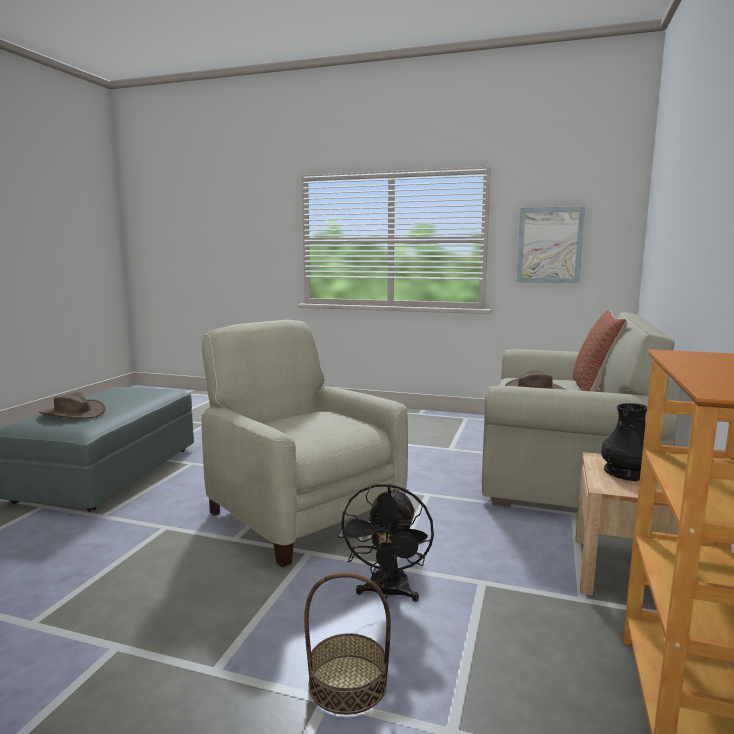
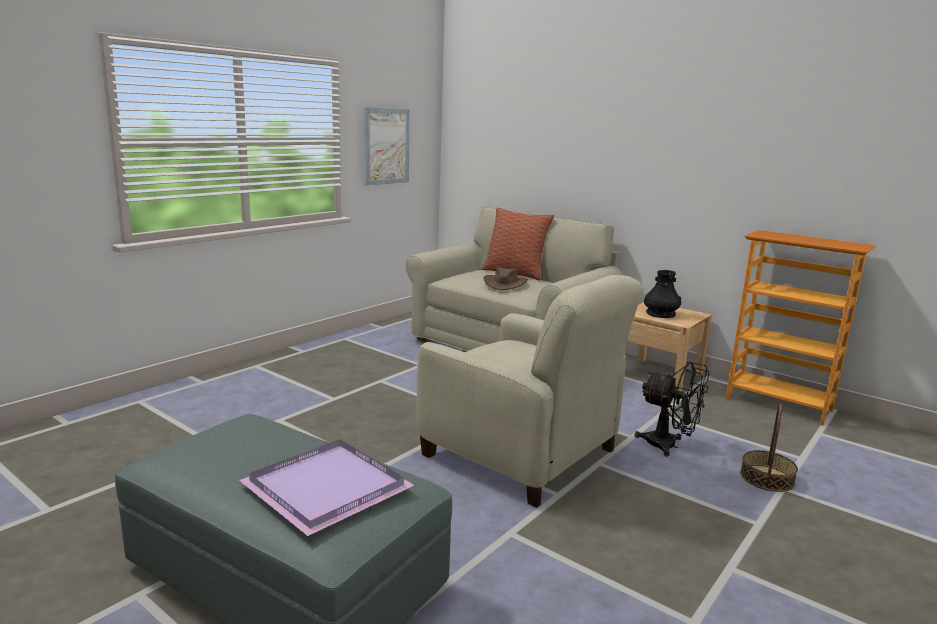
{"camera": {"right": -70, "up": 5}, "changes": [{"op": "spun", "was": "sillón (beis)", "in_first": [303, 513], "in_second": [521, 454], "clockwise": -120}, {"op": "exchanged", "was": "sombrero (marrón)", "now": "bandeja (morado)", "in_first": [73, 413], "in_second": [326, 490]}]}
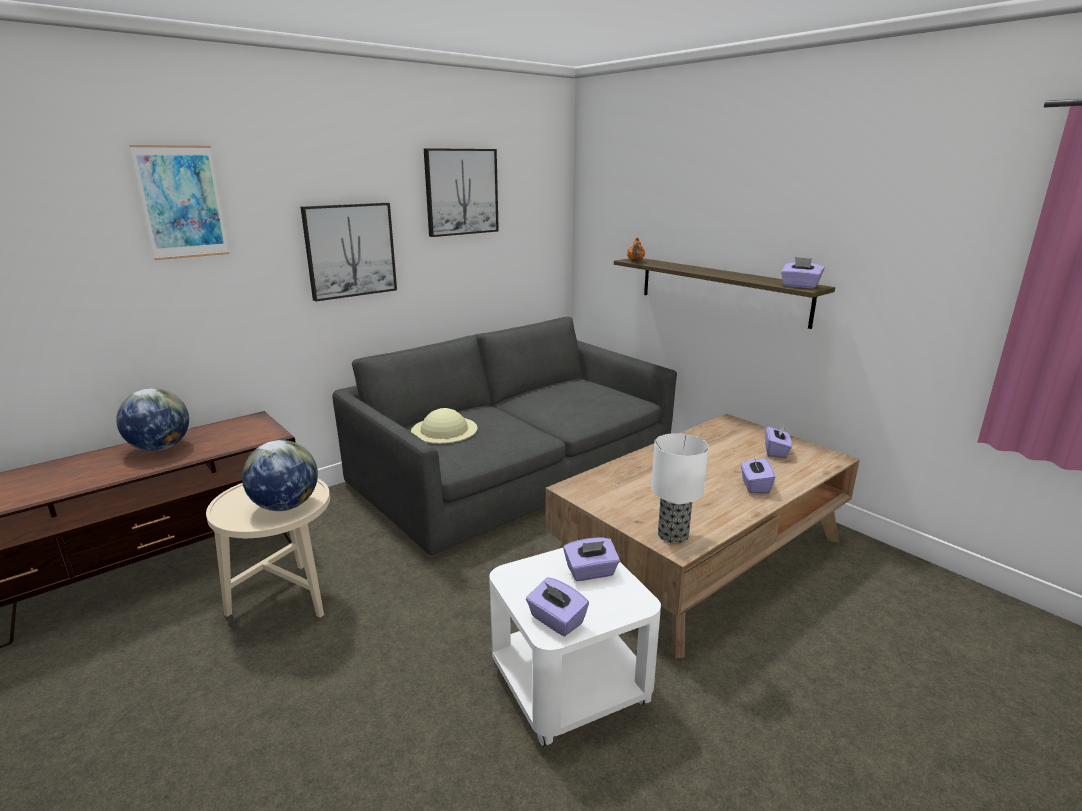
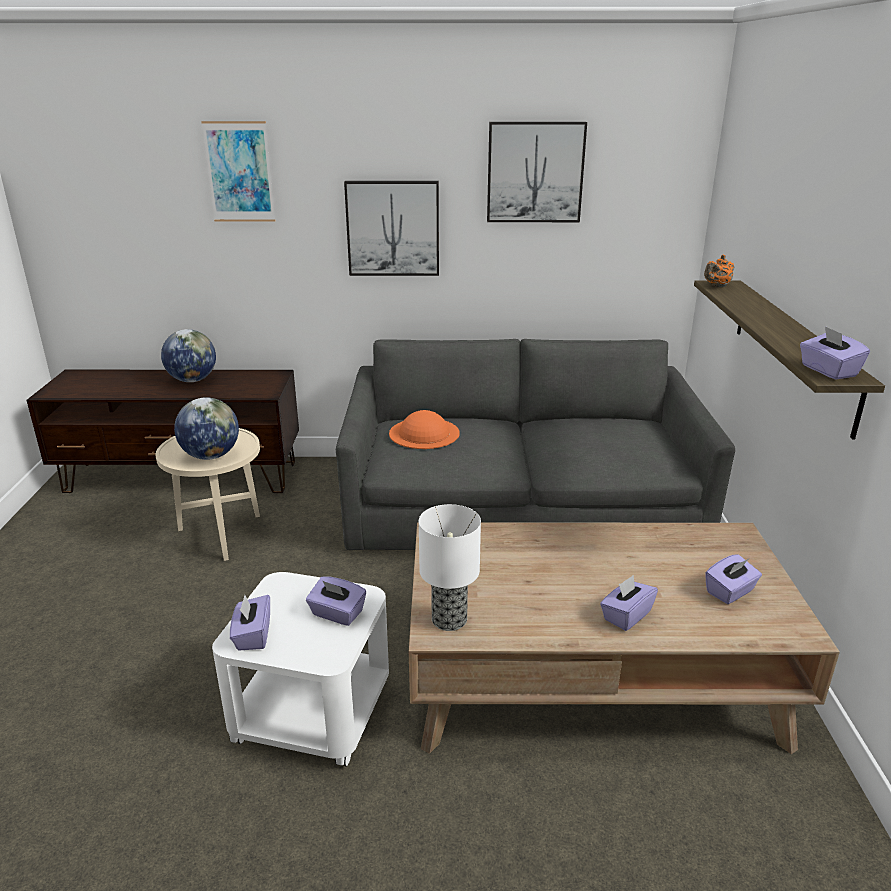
{"camera": {"right": 40, "up": 5}, "changes": [{"op": "colour", "was": "sombrero (beis)", "now": "sombrero (naranja)", "in_first": [444, 429], "in_second": [424, 433]}]}
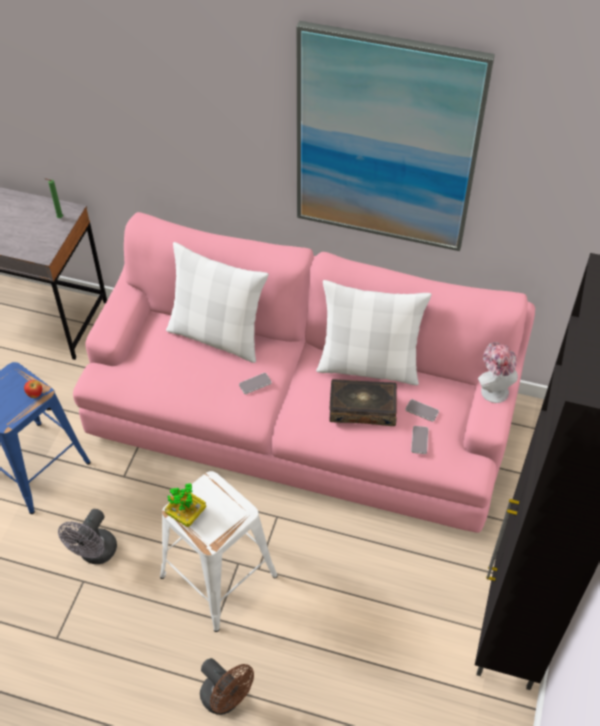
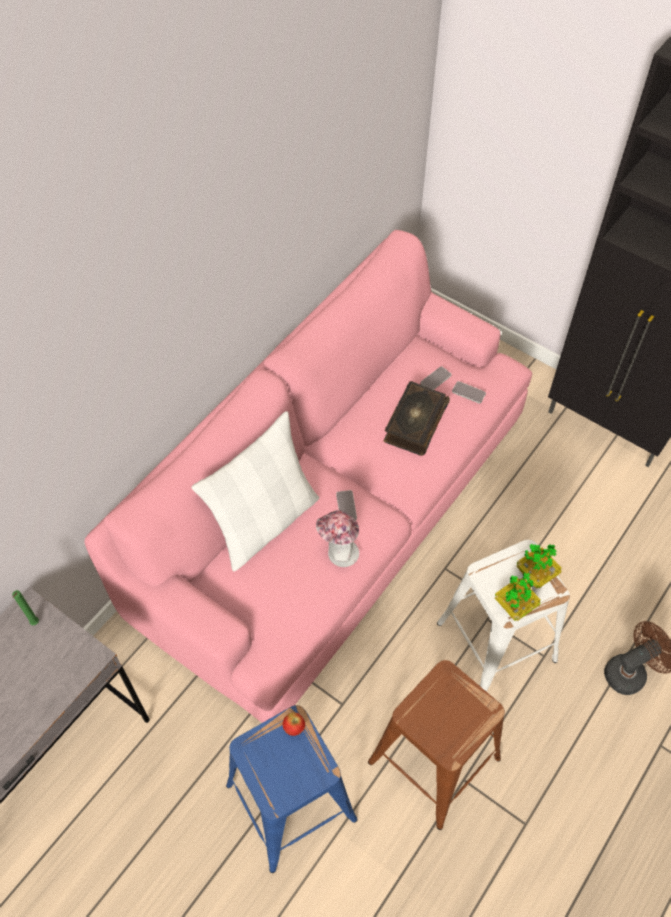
{"camera": {"right": -70, "up": 5}, "changes": [{"op": "missing", "was": "cuadro", "in_first": [386, 141]}, {"op": "missing", "was": "cojín (blanco)", "in_first": [368, 366]}, {"op": "relocated", "was": "sombrero", "in_first": [493, 388], "in_second": [339, 553]}, {"op": "exchanged", "was": "ventilador (gris)", "now": "taburete (marrón)", "in_first": [95, 554], "in_second": [433, 759]}, {"op": "appeared", "now": "planta en maceta", "in_second": [536, 573]}]}
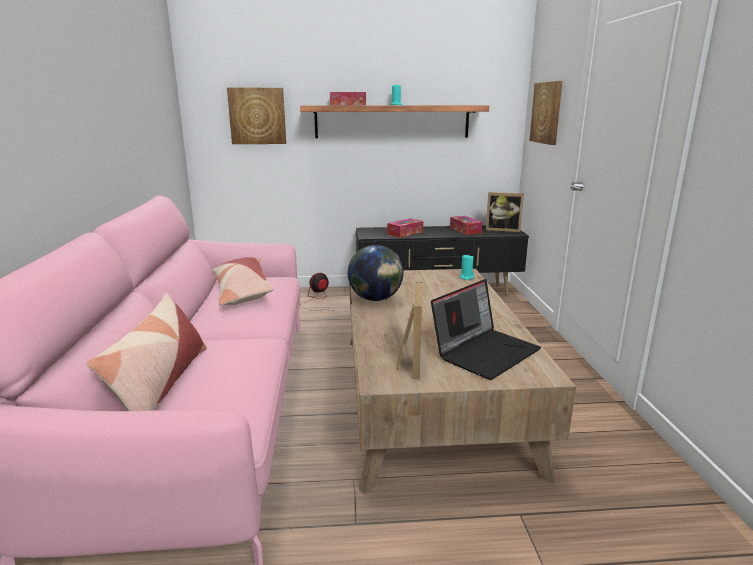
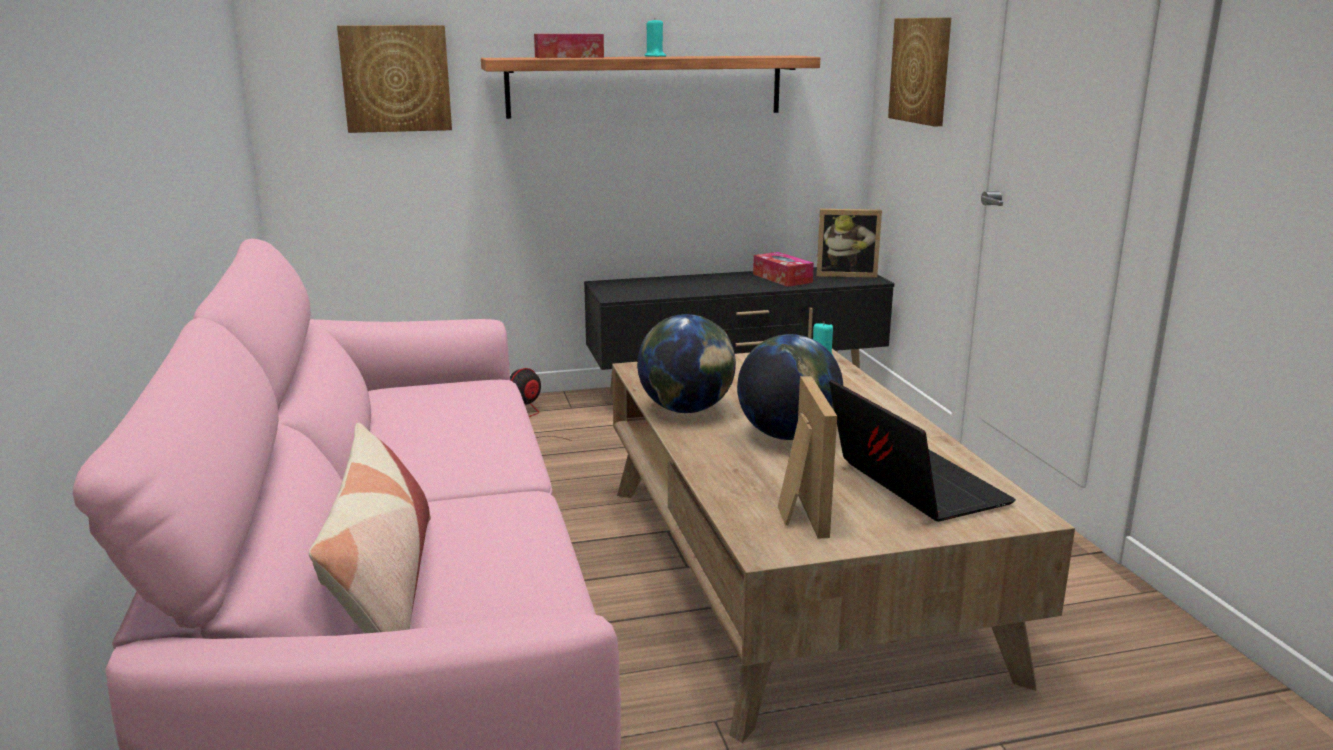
{"camera": {"right": -10, "up": 0}, "changes": [{"op": "missing", "was": "caja de pañuelos", "in_first": [405, 233]}, {"op": "missing", "was": "cojín", "in_first": [242, 291]}, {"op": "spun", "was": "portátil", "in_first": [485, 351], "in_second": [912, 485], "clockwise": -60}, {"op": "appeared", "now": "globo terráqueo", "in_second": [788, 436]}]}
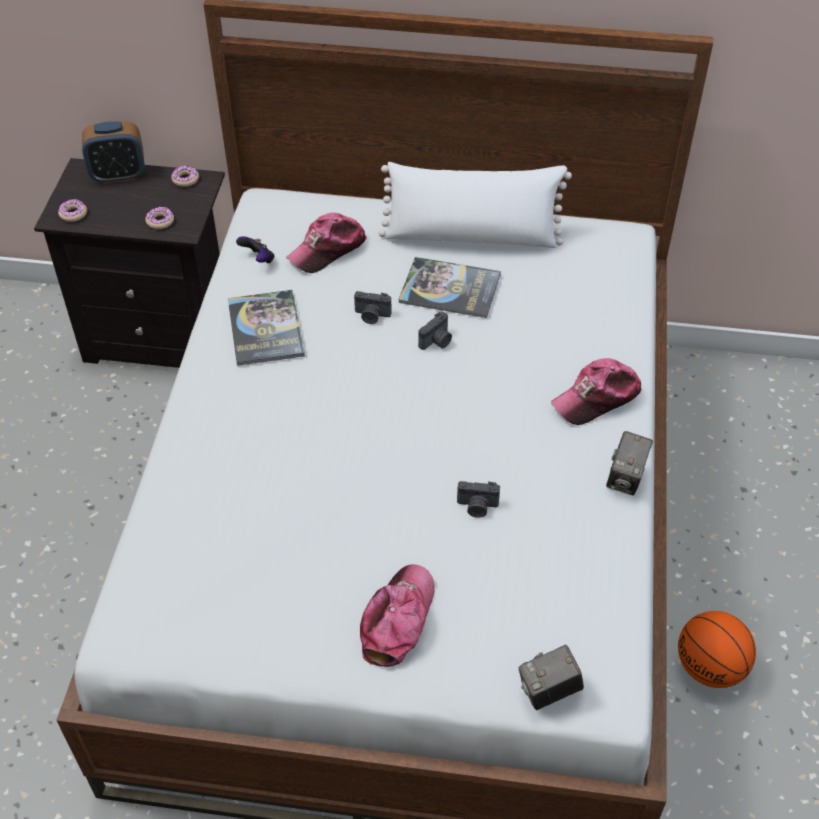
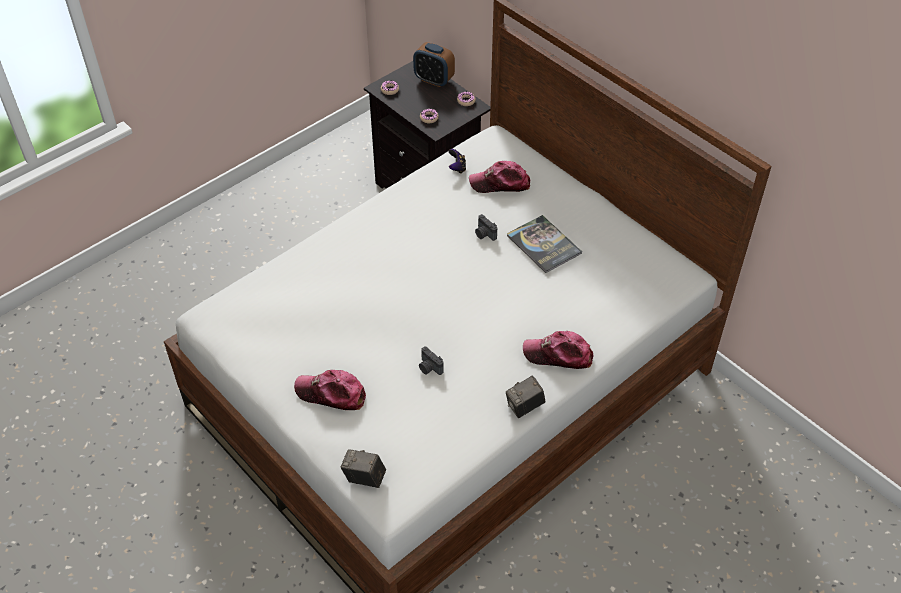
{"camera": {"right": 40, "up": 0}, "changes": [{"op": "missing", "was": "cojín (blanco)", "in_first": [471, 236]}, {"op": "missing", "was": "libro", "in_first": [265, 328]}, {"op": "missing", "was": "cámara", "in_first": [437, 341]}, {"op": "spun", "was": "gorra", "in_first": [397, 619], "in_second": [331, 394], "clockwise": -135}, {"op": "missing", "was": "balón de baloncesto", "in_first": [710, 668]}]}
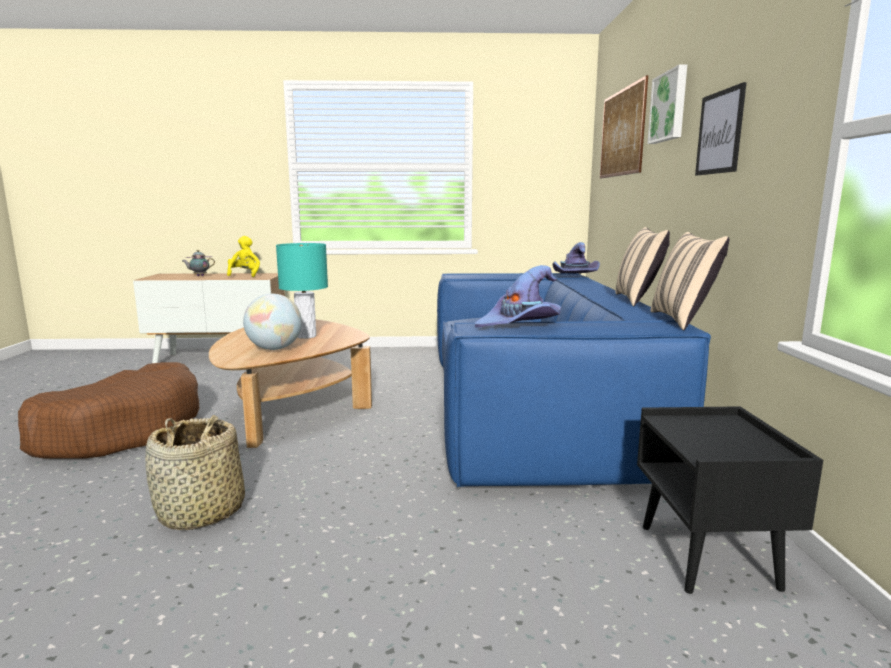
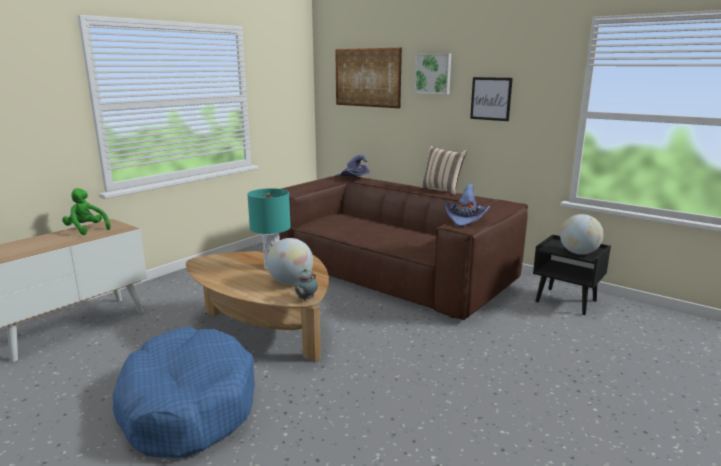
{"camera": {"right": -50, "up": 5}, "changes": [{"op": "missing", "was": "cojín (beis)", "in_first": [683, 320]}, {"op": "colour", "was": "peluche (amarillo)", "now": "peluche (verde)", "in_first": [245, 275], "in_second": [86, 230]}, {"op": "relocated", "was": "tetera", "in_first": [199, 276], "in_second": [305, 299]}, {"op": "colour", "was": "sofá (azul)", "now": "sofá (marrón)", "in_first": [531, 410], "in_second": [391, 272]}, {"op": "colour", "was": "cama para perro (marrón)", "now": "cama para perro (azul)", "in_first": [121, 429], "in_second": [187, 405]}, {"op": "missing", "was": "cesta", "in_first": [201, 512]}, {"op": "appeared", "now": "globo terráqueo", "in_second": [578, 253]}]}
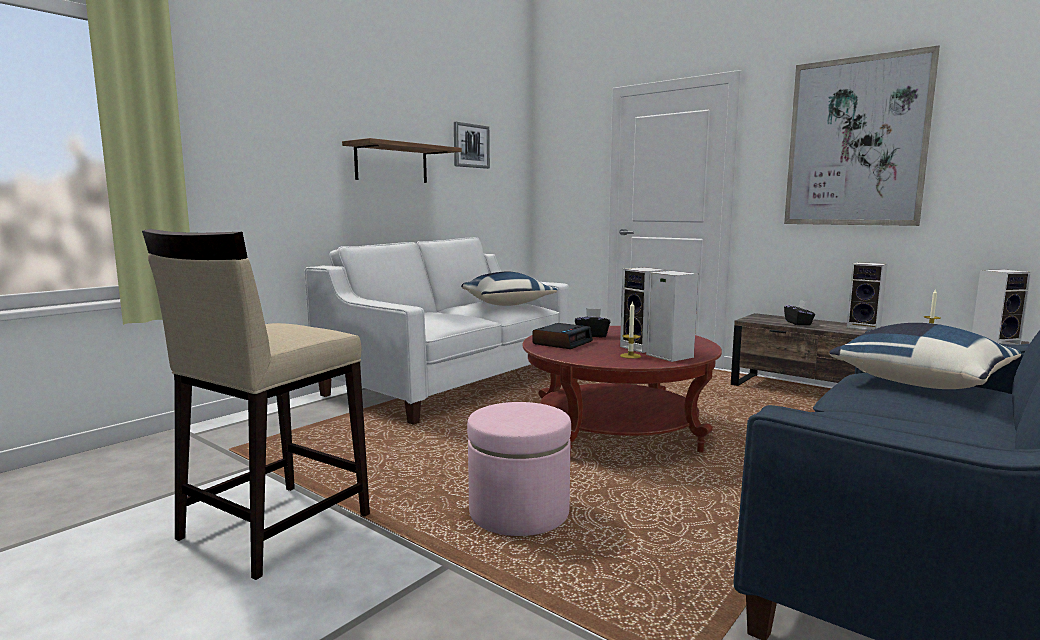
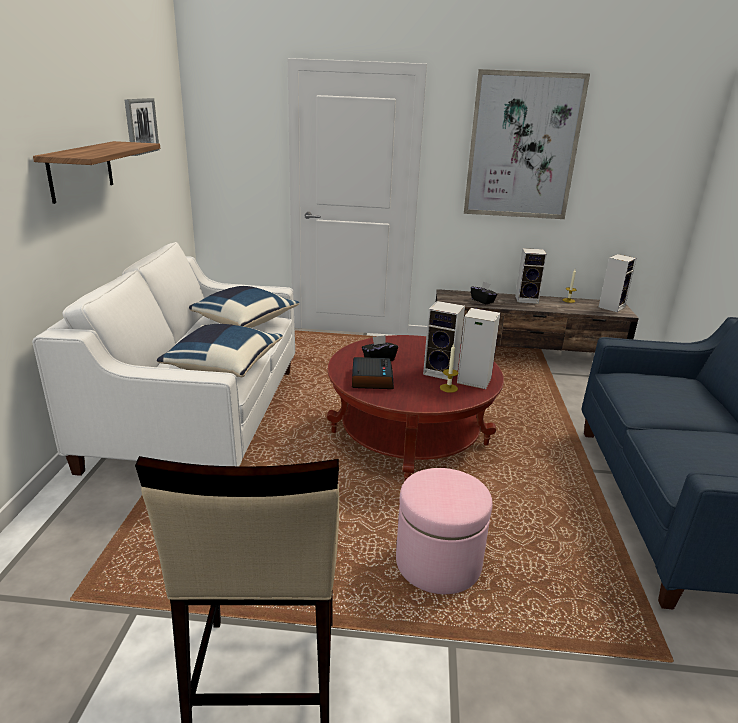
{"camera": {"right": -35, "up": 15}, "changes": [{"op": "relocated", "was": "cojín (azul)", "in_first": [919, 382], "in_second": [223, 366]}]}
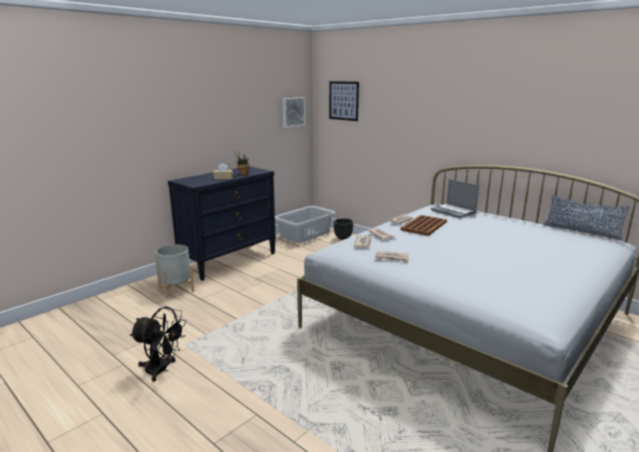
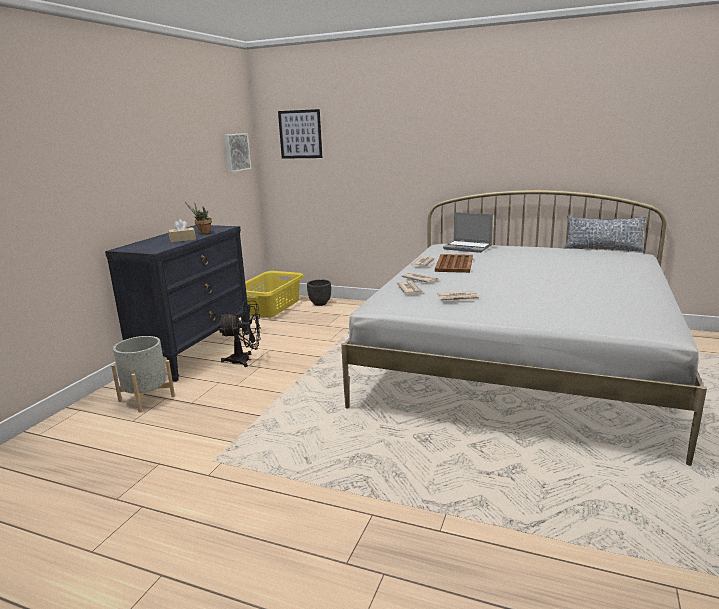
{"camera": {"right": -20, "up": 0}, "changes": [{"op": "colour", "was": "cesto de la ropa (gris)", "now": "cesto de la ropa (amarillo)", "in_first": [305, 234], "in_second": [271, 307]}, {"op": "relocated", "was": "ventilador (negro)", "in_first": [162, 370], "in_second": [245, 360]}]}
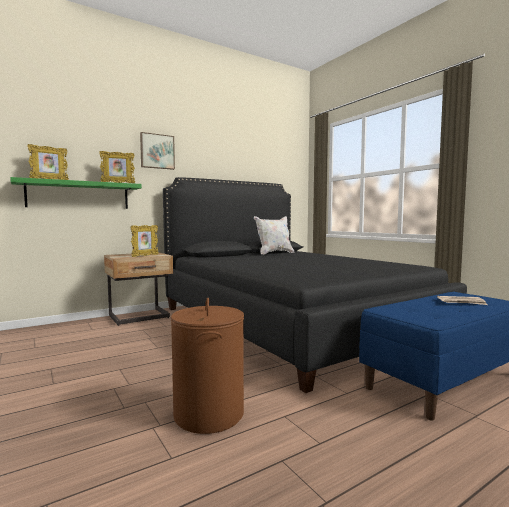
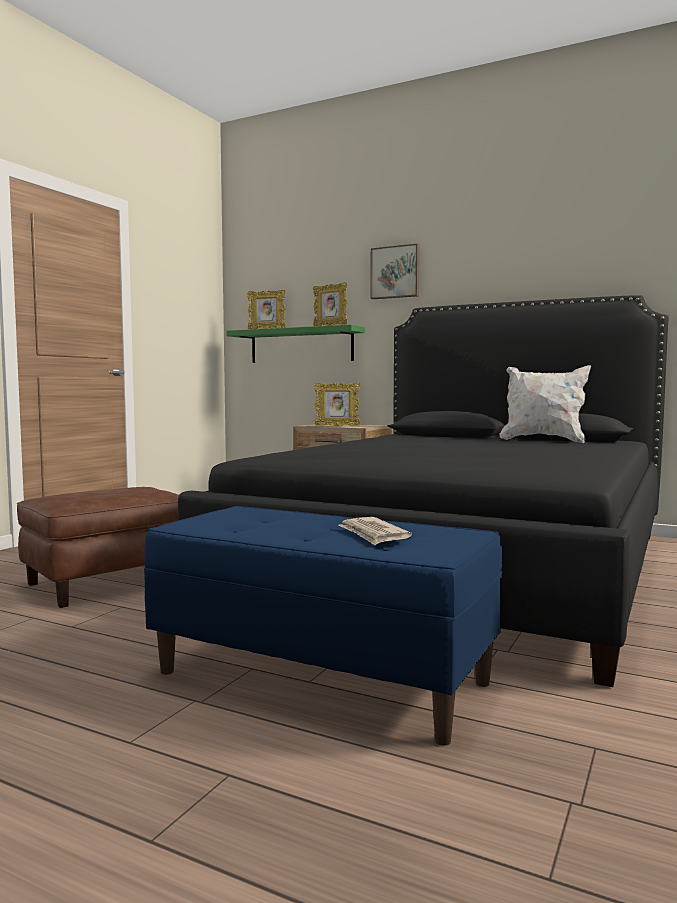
{"camera": {"right": 60, "up": 0}, "changes": [{"op": "exchanged", "was": "cesto de la ropa (marrón)", "now": "puf (marrón)", "in_first": [208, 413], "in_second": [109, 582]}]}
